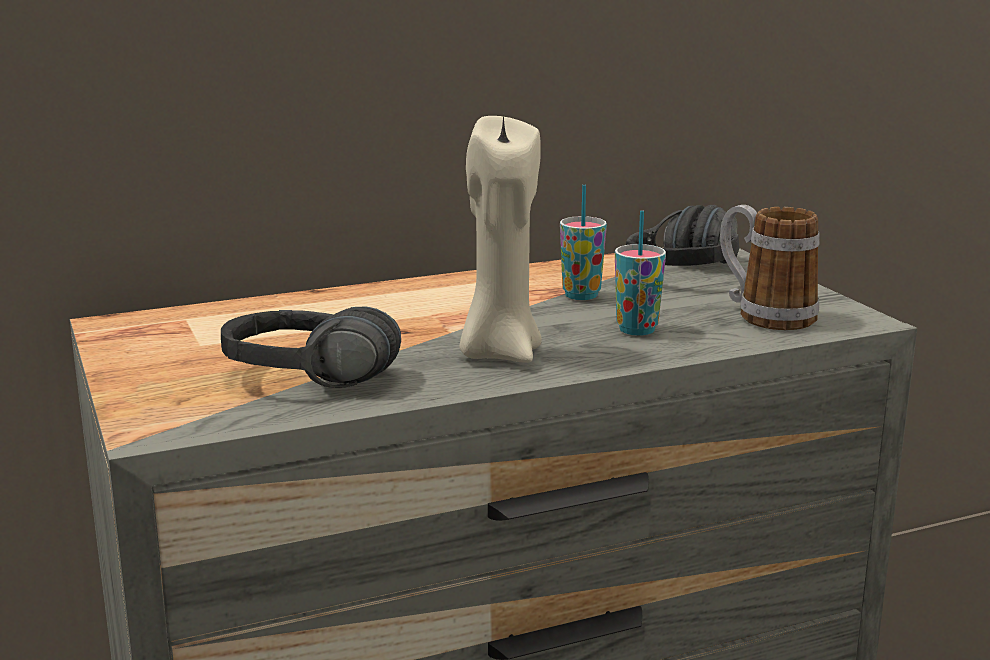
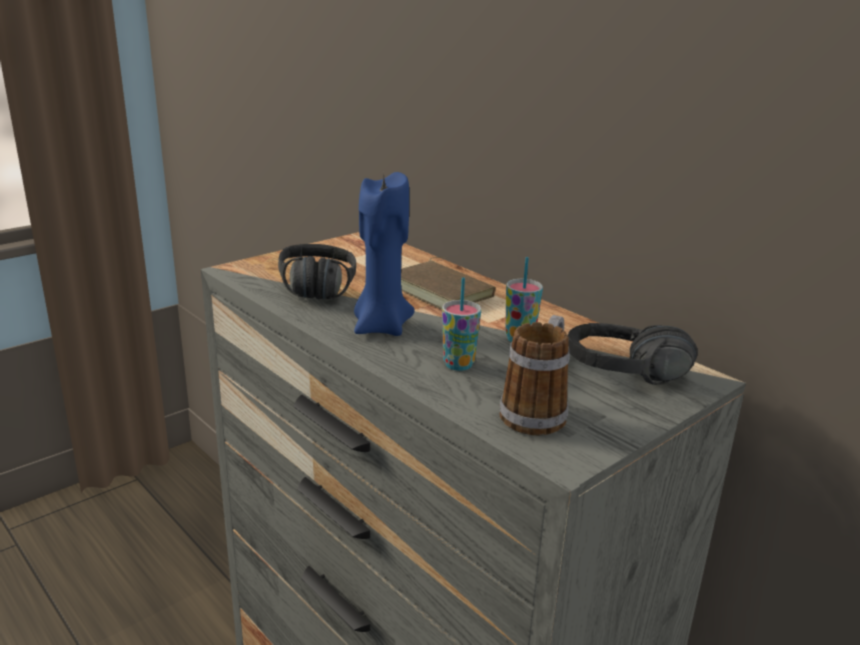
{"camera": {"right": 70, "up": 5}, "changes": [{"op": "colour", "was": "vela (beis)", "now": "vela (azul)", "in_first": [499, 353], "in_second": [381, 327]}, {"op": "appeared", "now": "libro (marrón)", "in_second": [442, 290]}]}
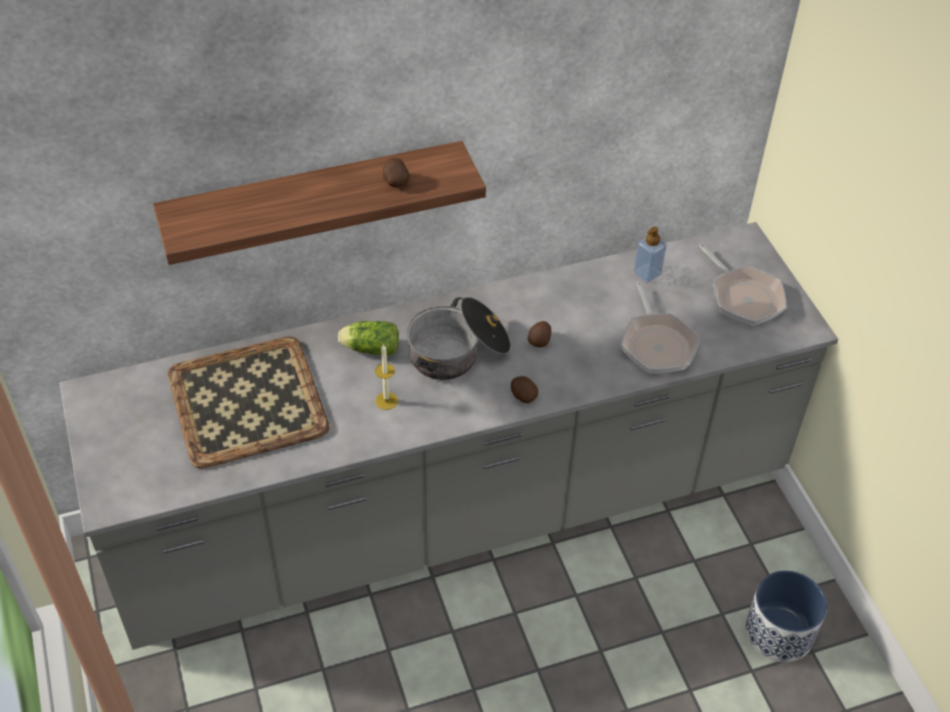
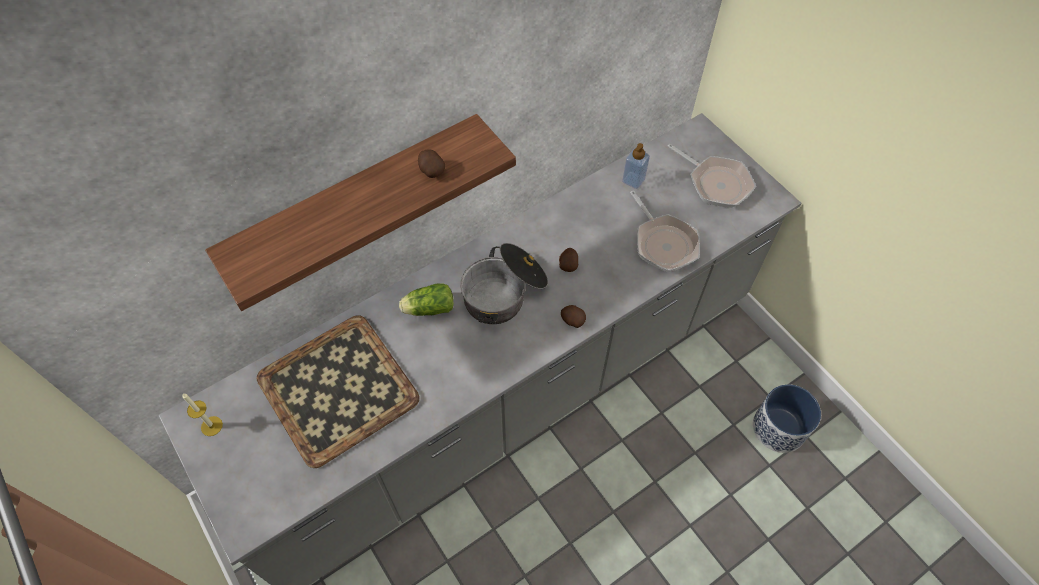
{"camera": {"right": -15, "up": 10}, "changes": [{"op": "relocated", "was": "vela", "in_first": [386, 401], "in_second": [211, 426]}]}
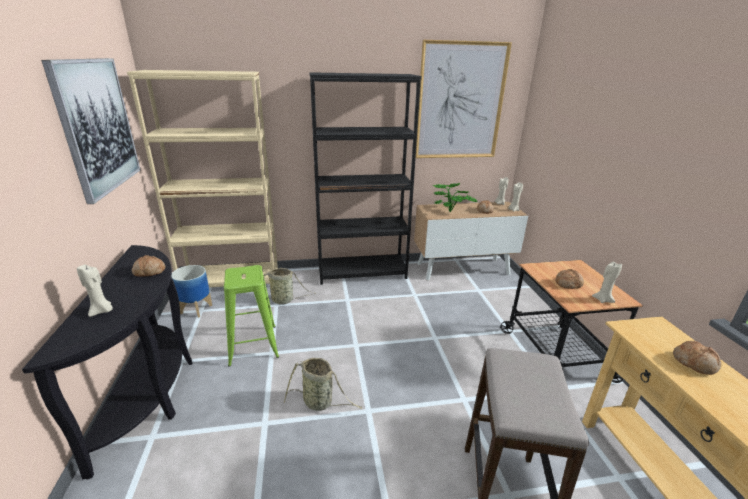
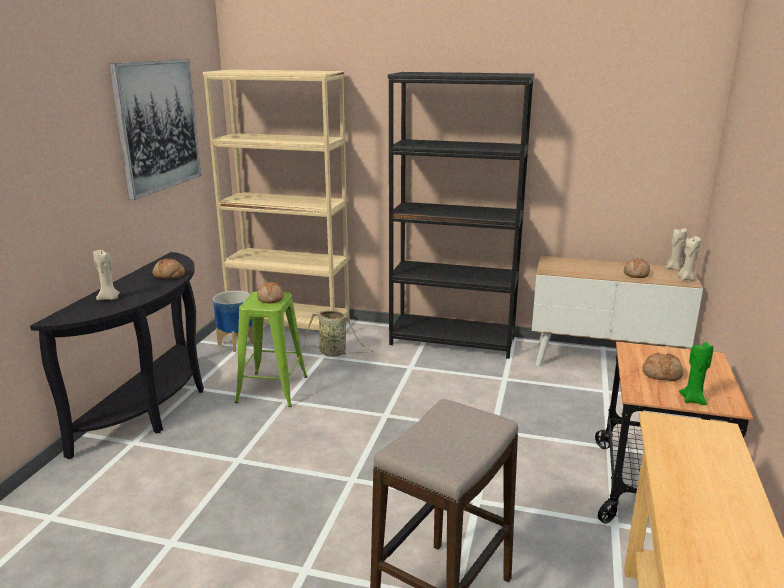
{"camera": {"right": 25, "up": -5}, "changes": [{"op": "missing", "was": "cuadro", "in_first": [460, 102]}, {"op": "missing", "was": "planta en maceta", "in_first": [451, 211]}, {"op": "colour", "was": "vela (beis)", "now": "vela (verde)", "in_first": [602, 300], "in_second": [693, 400]}, {"op": "relocated", "was": "pan", "in_first": [695, 363], "in_second": [271, 298]}, {"op": "missing", "was": "cesta", "in_first": [320, 402]}]}
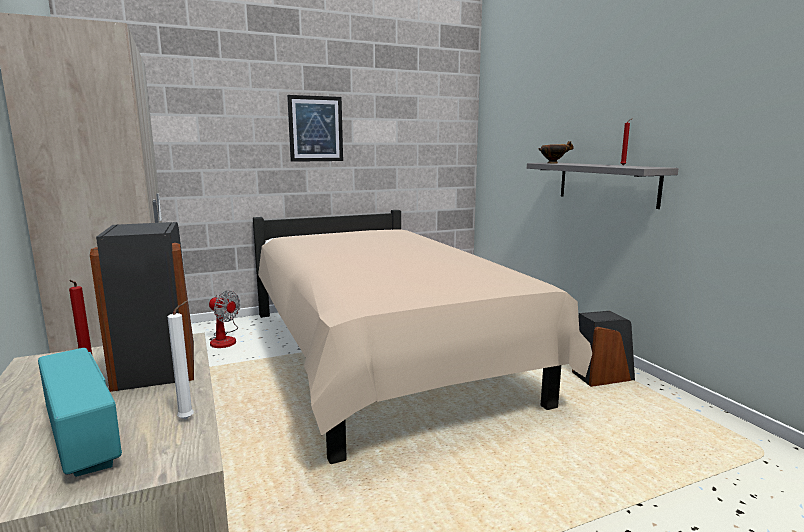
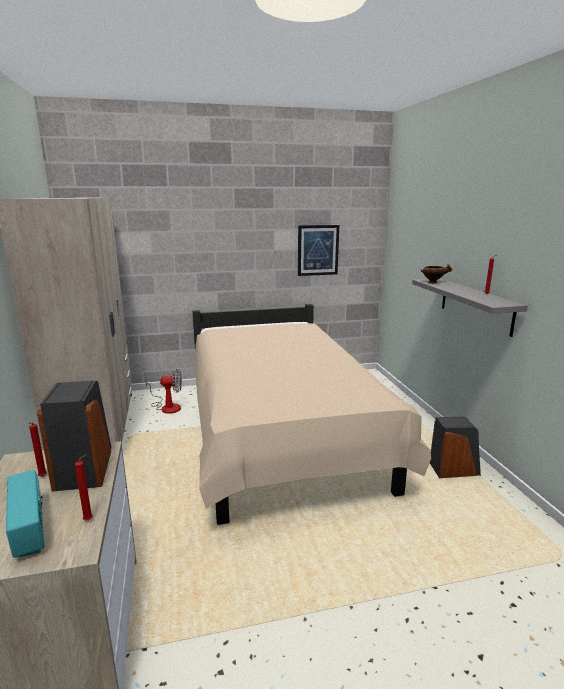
{"camera": {"right": 10, "up": 5}, "changes": [{"op": "relocated", "was": "cuadro", "in_first": [315, 129], "in_second": [318, 250]}, {"op": "spun", "was": "ventilador", "in_first": [224, 339], "in_second": [167, 406], "clockwise": -45}, {"op": "colour", "was": "vela (blanco)", "now": "vela (rojo)", "in_first": [189, 418], "in_second": [90, 520]}]}
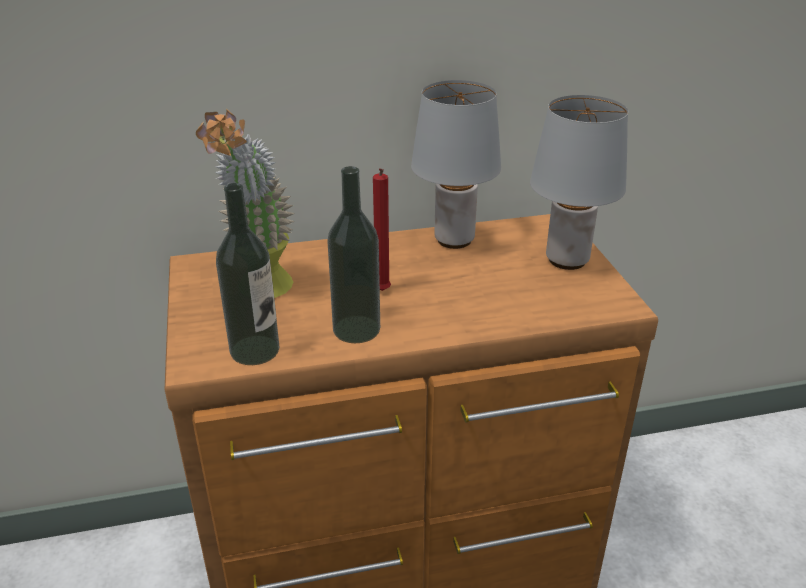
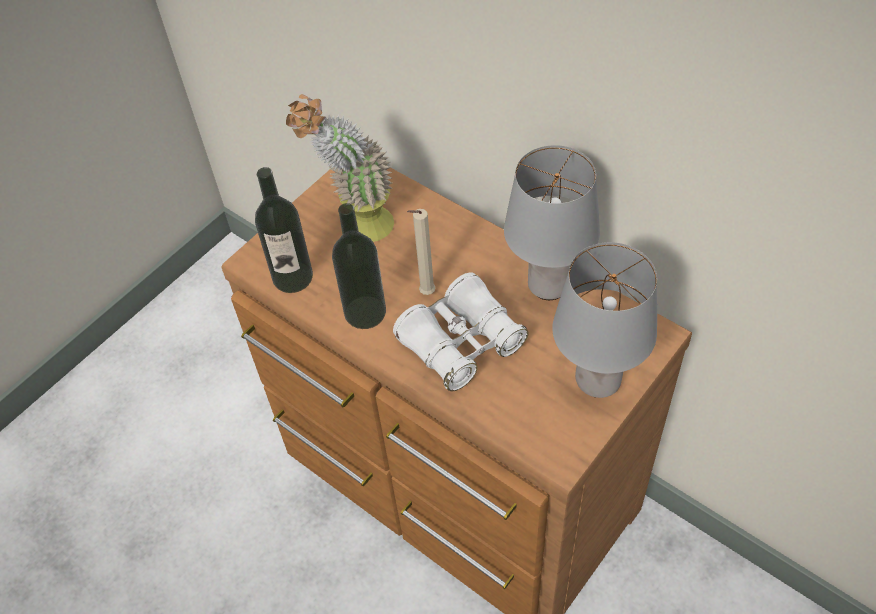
{"camera": {"right": 55, "up": 20}, "changes": [{"op": "colour", "was": "vela (rojo)", "now": "vela (beis)", "in_first": [382, 292], "in_second": [425, 294]}, {"op": "appeared", "now": "prismáticos (blanco)", "in_second": [461, 343]}]}
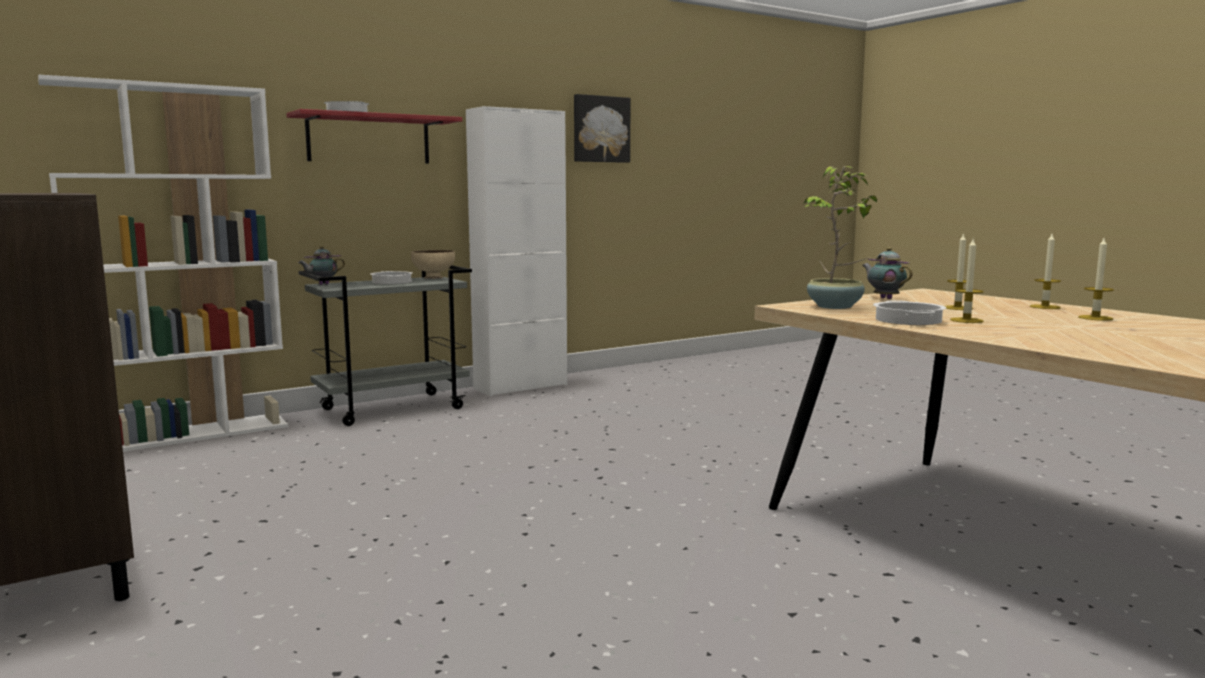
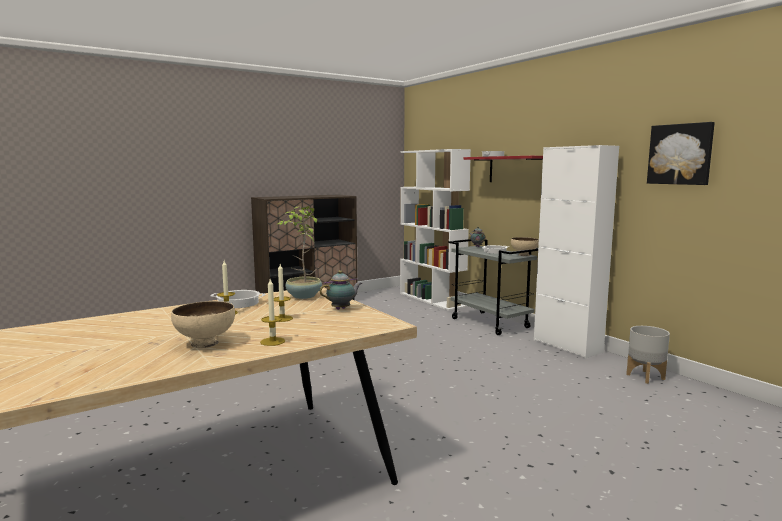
{"camera": {"right": 90, "up": 0}, "changes": [{"op": "exchanged", "was": "vela", "now": "cuenco (beis)", "in_first": [1095, 318], "in_second": [205, 344]}, {"op": "appeared", "now": "maceta (gris)", "in_second": [645, 377]}]}
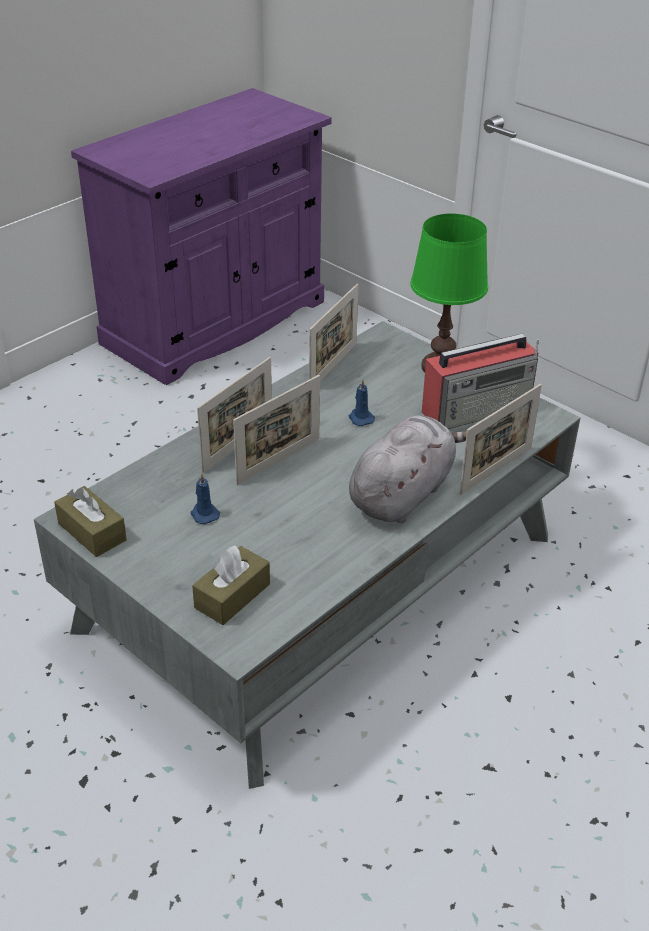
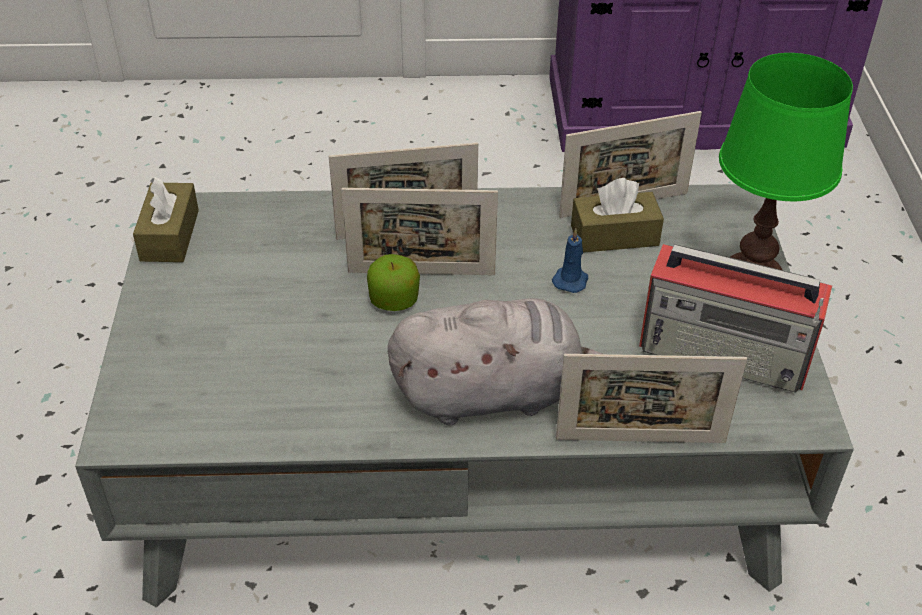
{"camera": {"right": 45, "up": 5}, "changes": [{"op": "missing", "was": "vela (azul)", "in_first": [204, 514]}, {"op": "relocated", "was": "caja de pañuelos (marrón)", "in_first": [232, 596], "in_second": [614, 235]}, {"op": "appeared", "now": "manzana", "in_second": [394, 300]}]}
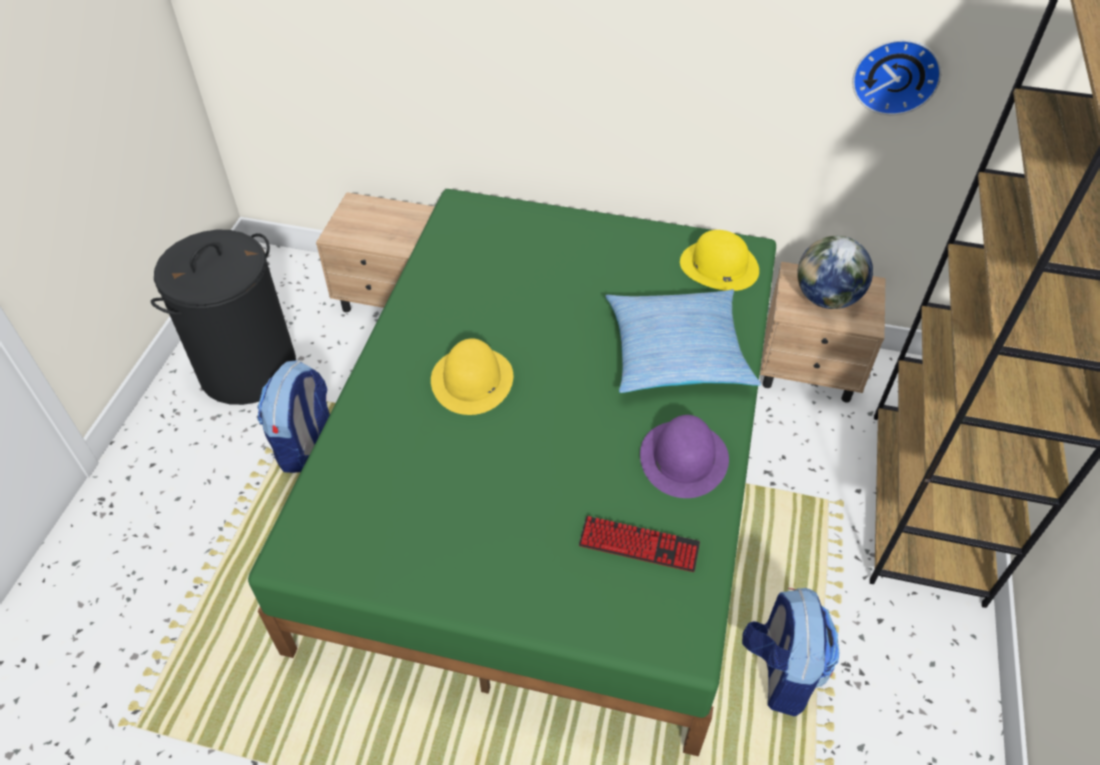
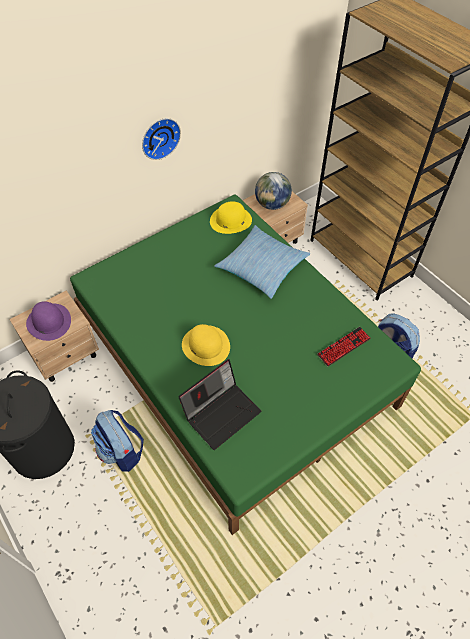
{"camera": {"right": -50, "up": 5}, "changes": [{"op": "relocated", "was": "reloj de pared", "in_first": [896, 74], "in_second": [159, 137]}, {"op": "relocated", "was": "sombrero (morado)", "in_first": [683, 458], "in_second": [48, 321]}, {"op": "appeared", "now": "portátil", "in_second": [222, 412]}]}
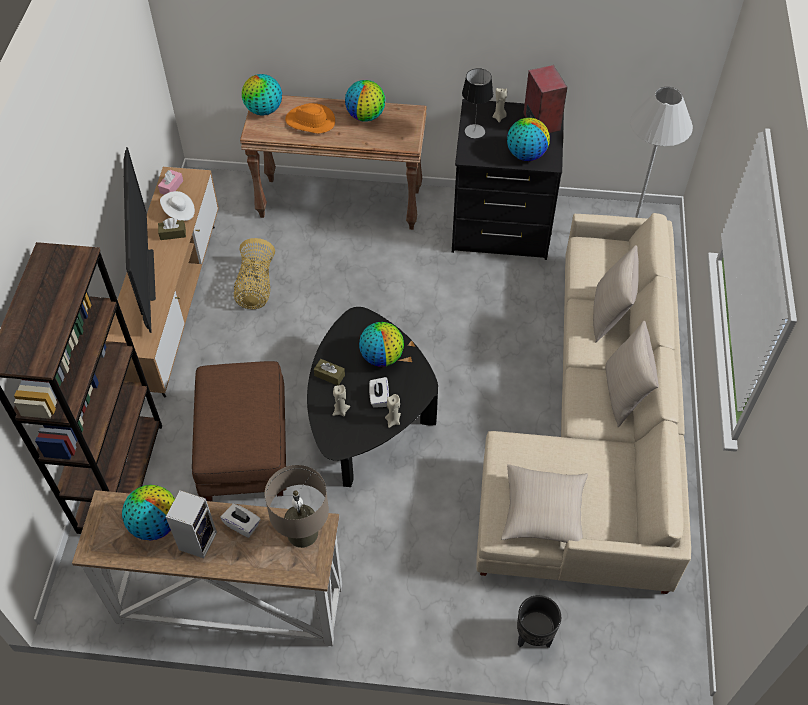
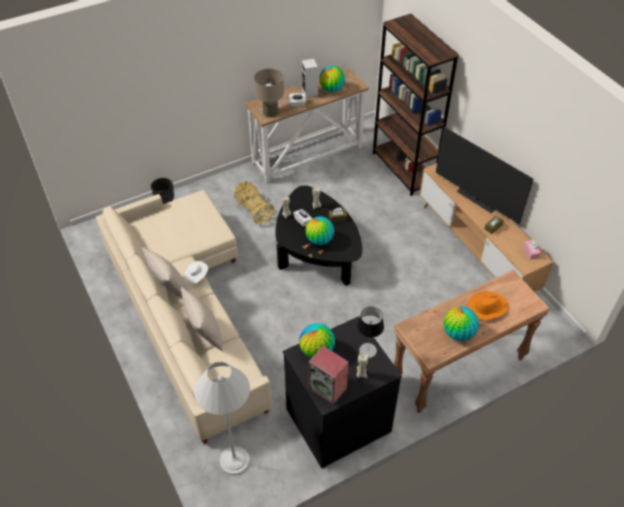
{"camera": {"right": 145, "up": -5}, "changes": [{"op": "missing", "was": "globo terráqueo", "in_first": [264, 110]}, {"op": "relocated", "was": "sombrero (blanco)", "in_first": [179, 212], "in_second": [196, 276]}, {"op": "relocated", "was": "cesta", "in_first": [255, 286], "in_second": [253, 209]}, {"op": "missing", "was": "puf (marrón)", "in_first": [244, 448]}, {"op": "missing", "was": "cojín (beis)", "in_first": [543, 513]}]}
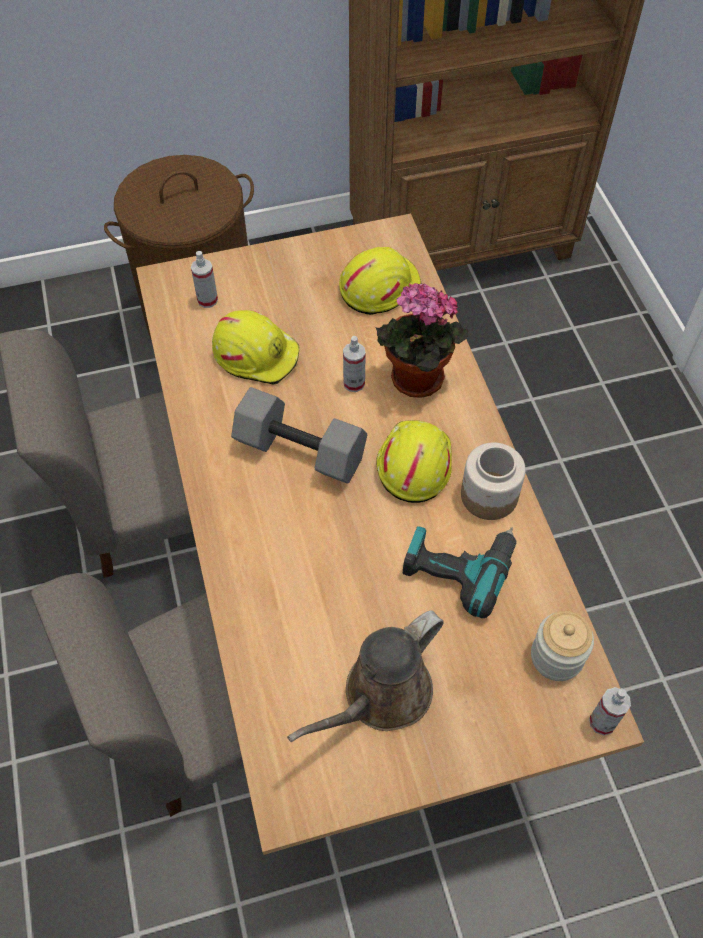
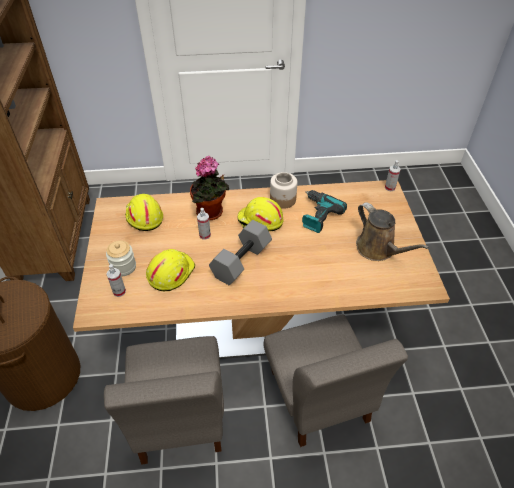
{"camera": {"right": -80, "up": -10}, "changes": [{"op": "relocated", "was": "tarro", "in_first": [556, 656], "in_second": [123, 267]}]}
